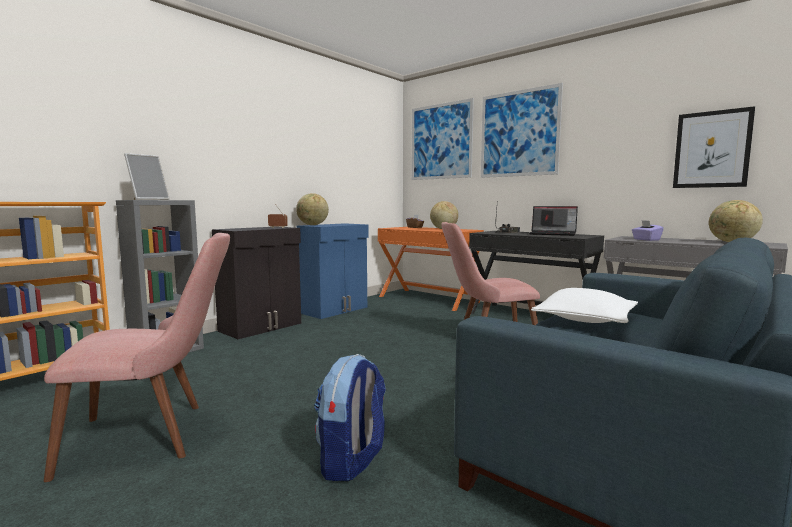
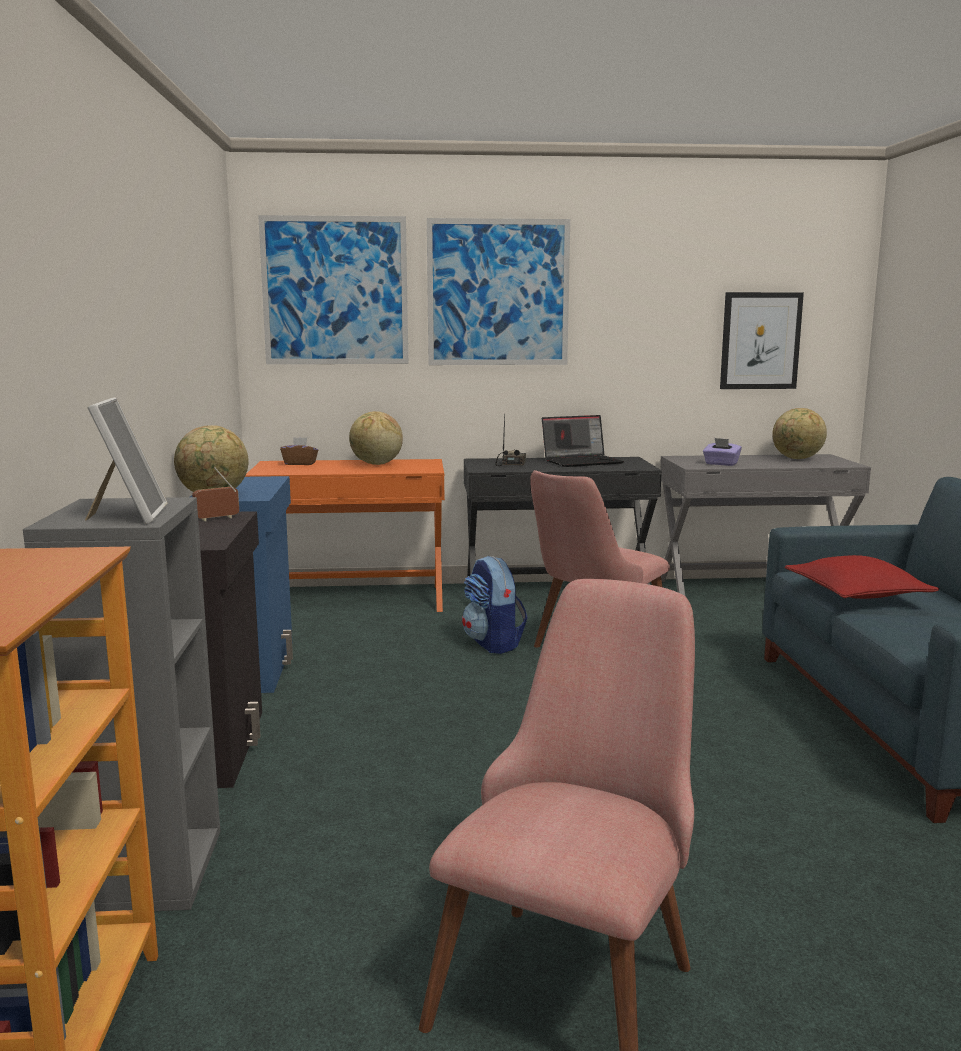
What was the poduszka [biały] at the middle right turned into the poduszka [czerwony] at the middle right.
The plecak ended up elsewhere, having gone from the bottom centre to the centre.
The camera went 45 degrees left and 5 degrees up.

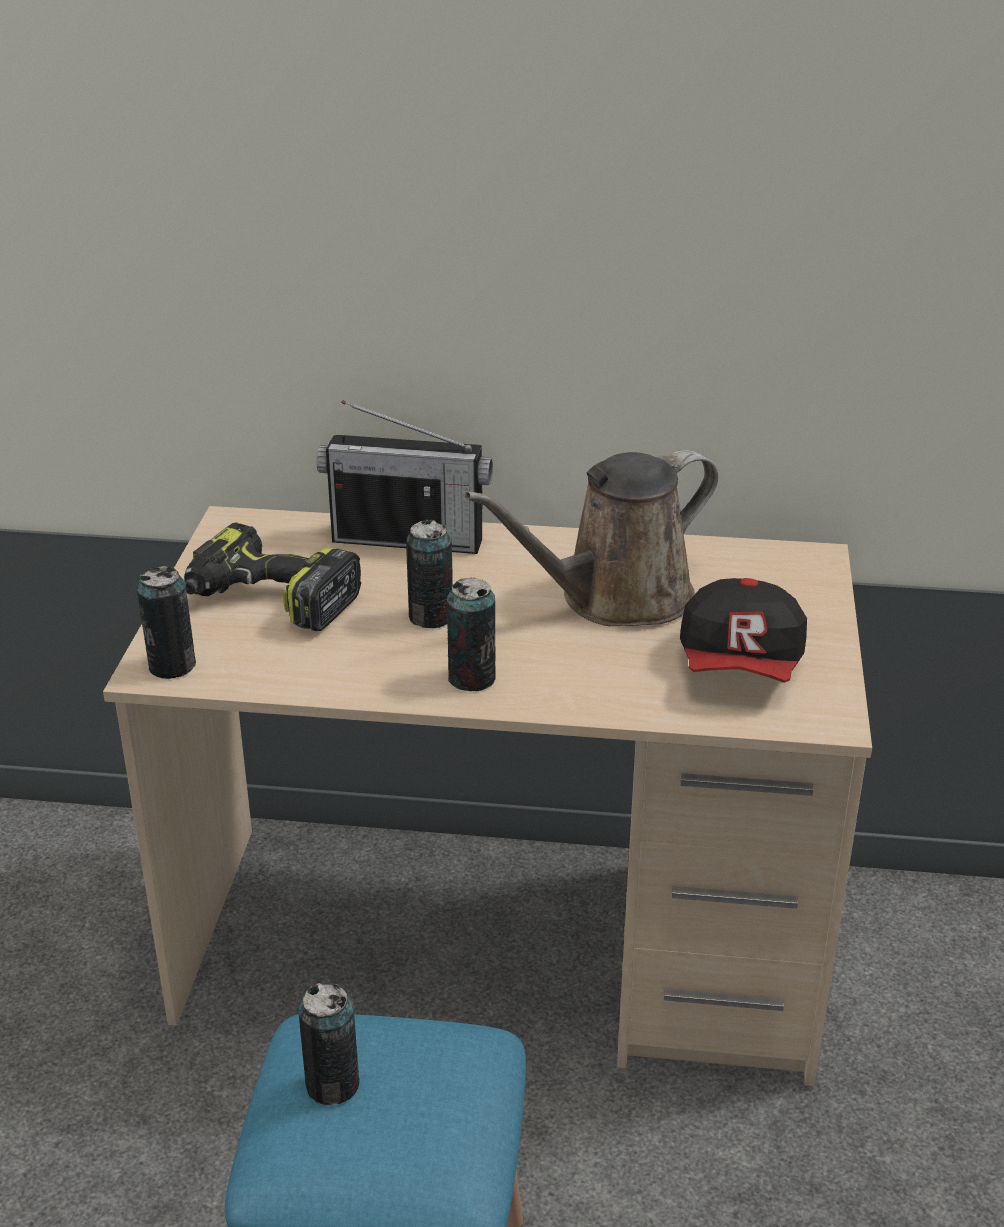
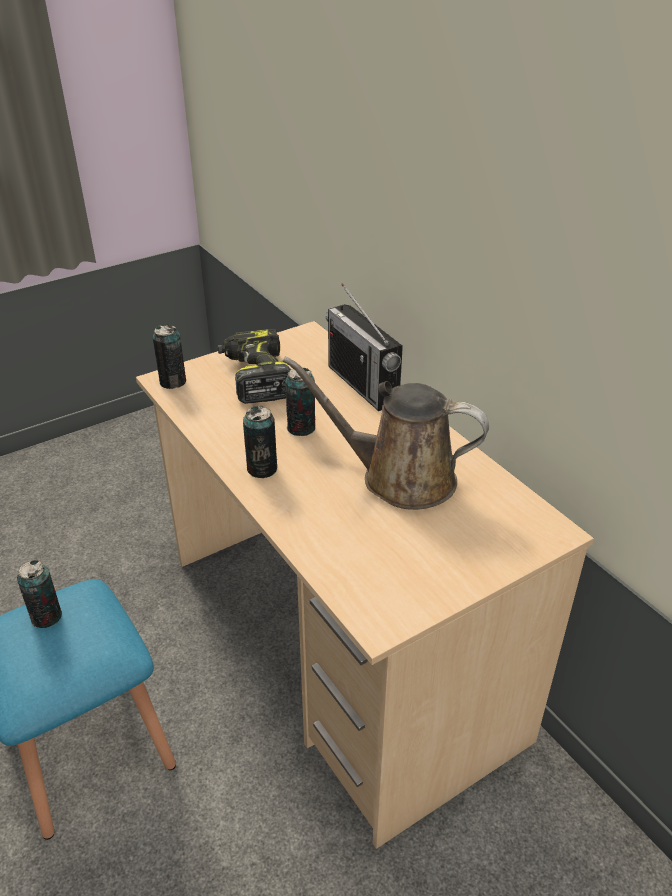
The second view lost the czapka z daszkiem at the middle right.
The camera went 50 degrees right and 5 degrees up.

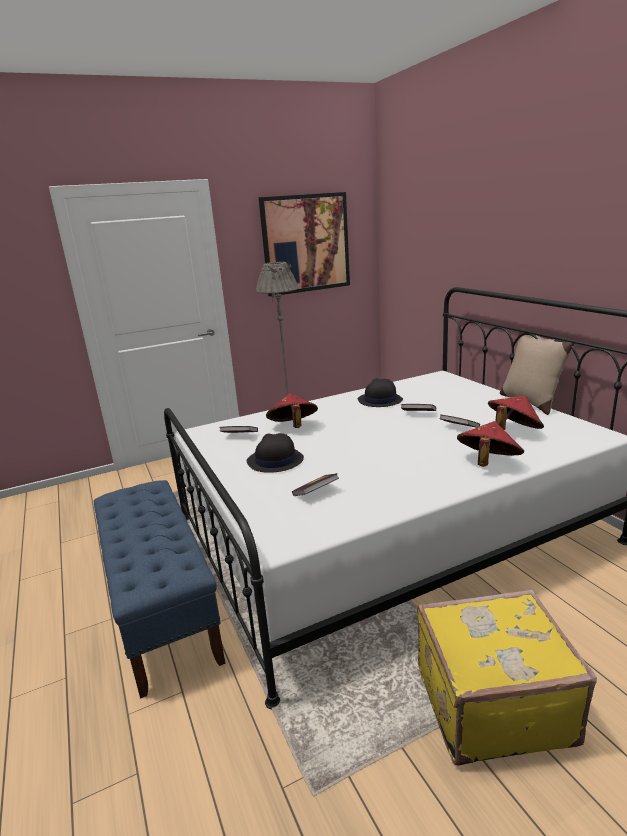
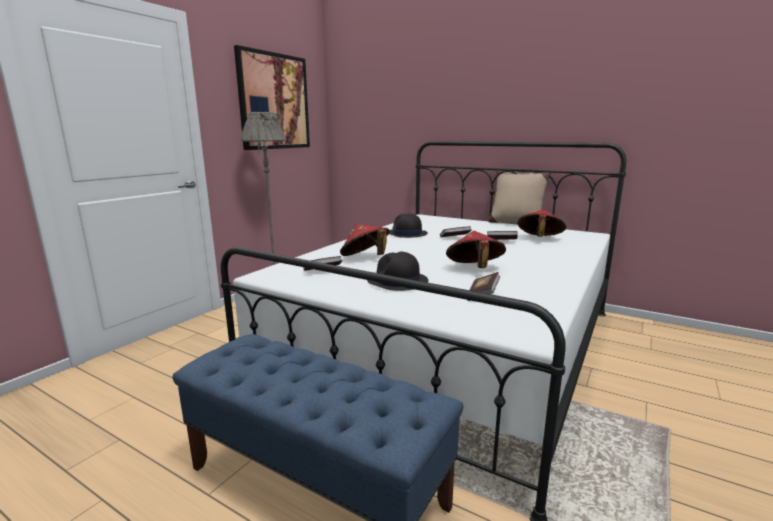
The kapelusz [czerwony] (2nd from left) ended up elsewhere, having gone from the middle right to the centre.
The second view lost the walizka [żółty] at the bottom right.
The camera went 35 degrees left and 5 degrees down.

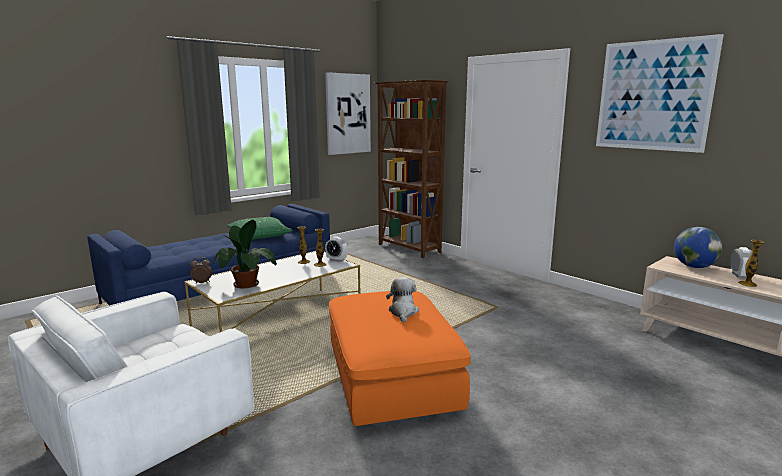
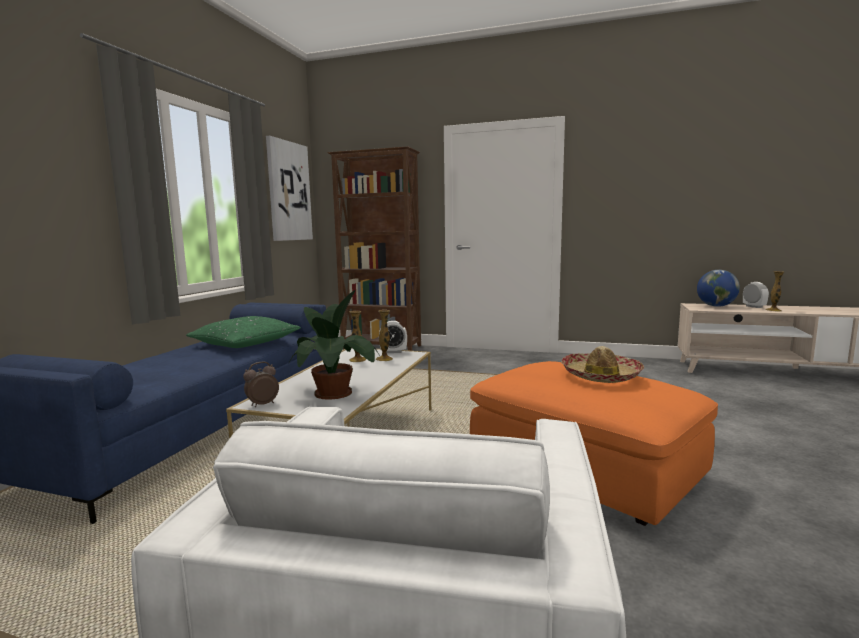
The second view lost the obraz (2nd from left) at the top right.
Where the pluszak stood at the centre, the kapelusz came to stand at the middle right.
The camera went 30 degrees left and 5 degrees down.

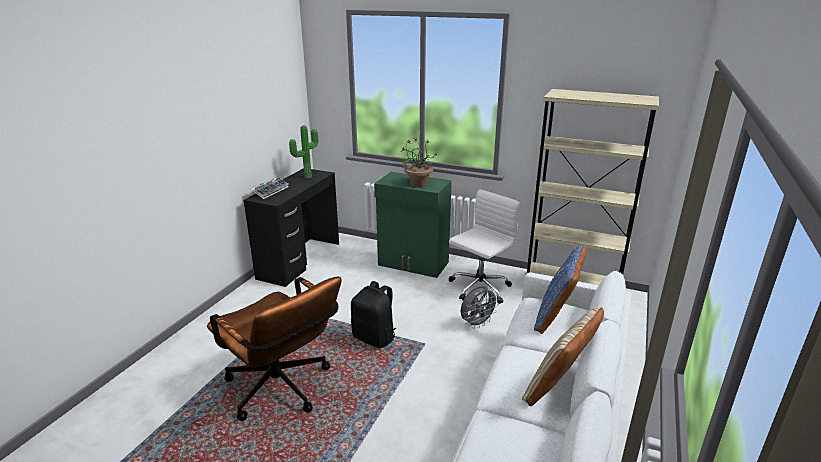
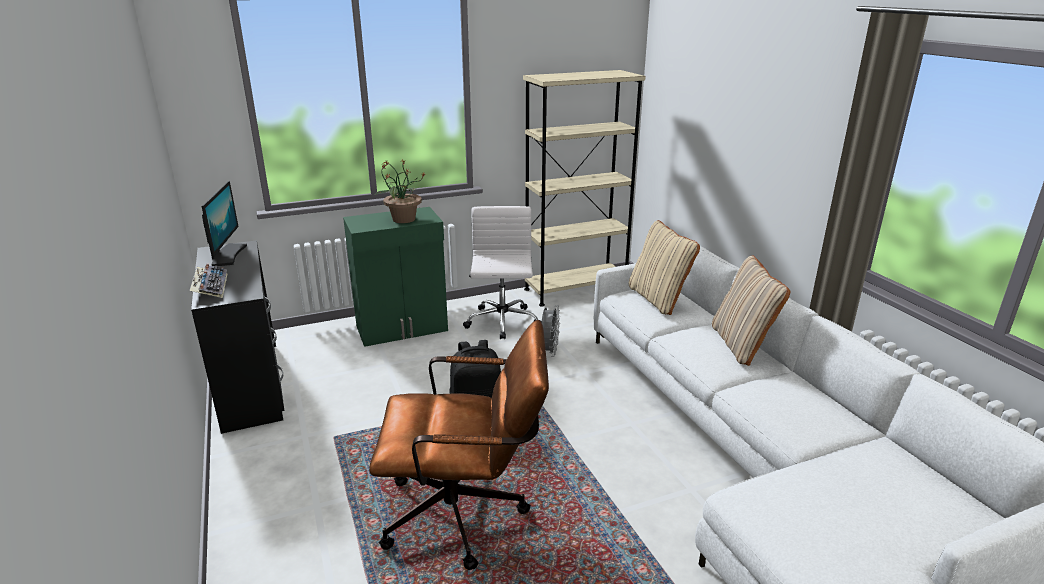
Where the roślina doniczkowa (1st from left) stood at the top centre, the monitor came to stand at the middle left.
What was the poduszka [niebieski] at the middle right turned into the poduszka [beżowy] (1st from left) at the centre.
The camera went 45 degrees left and 0 degrees up.

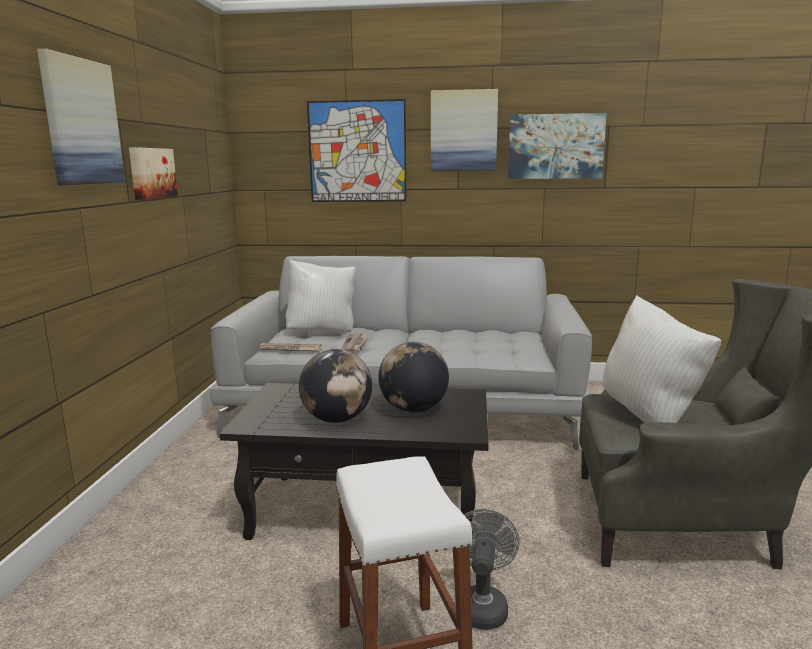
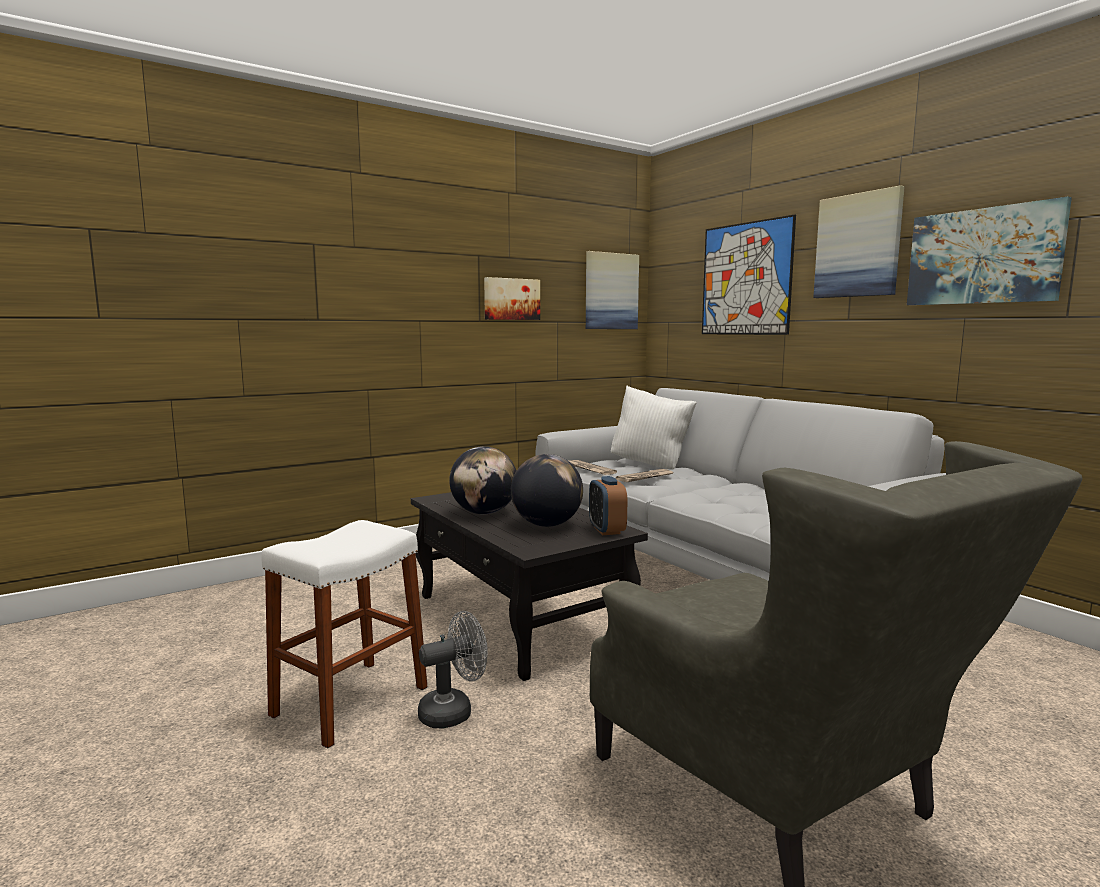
The obraz (1st from left in the first image) ended up elsewhere, having gone from the top left to the top centre.
The second view lost the poduszka [biały] (2nd from left) at the middle right.
The second view gained the budzik at the centre.
The camera went 50 degrees right and 5 degrees down.

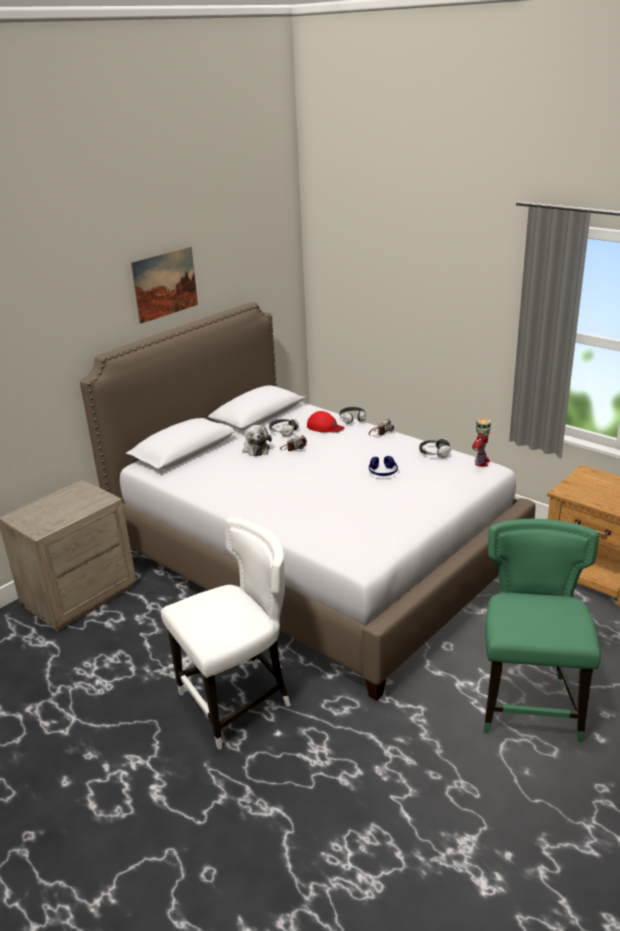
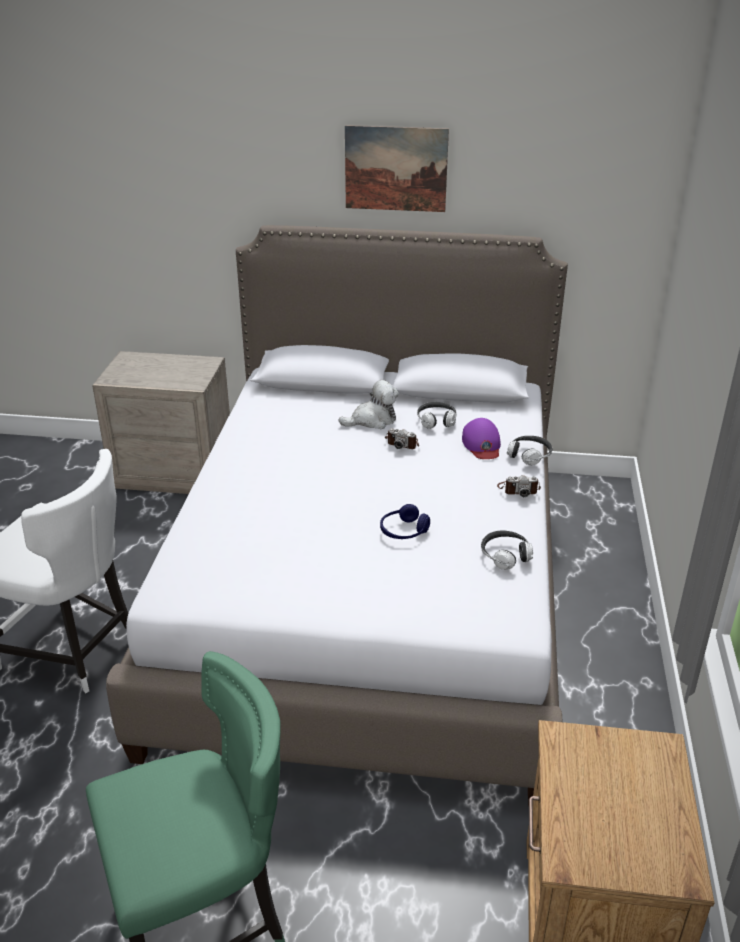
What was the czapka z daszkiem [czerwony] at the centre turned into the czapka z daszkiem [fioletowy] at the centre.
The second view lost the robot zabawkowy at the middle right.
The pluszak at the centre ended up facing another way, 150 degrees counterclockwise from before.
The camera went 55 degrees right and 5 degrees up.

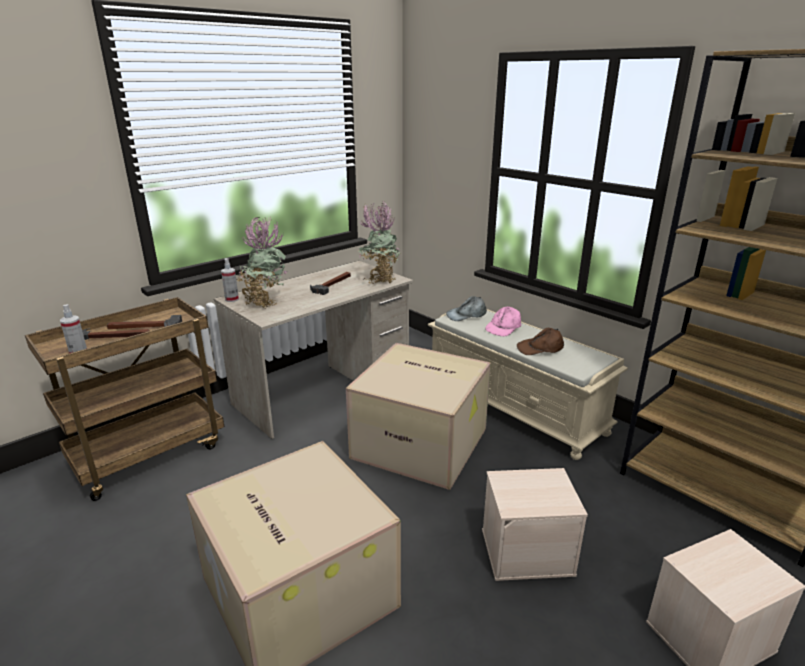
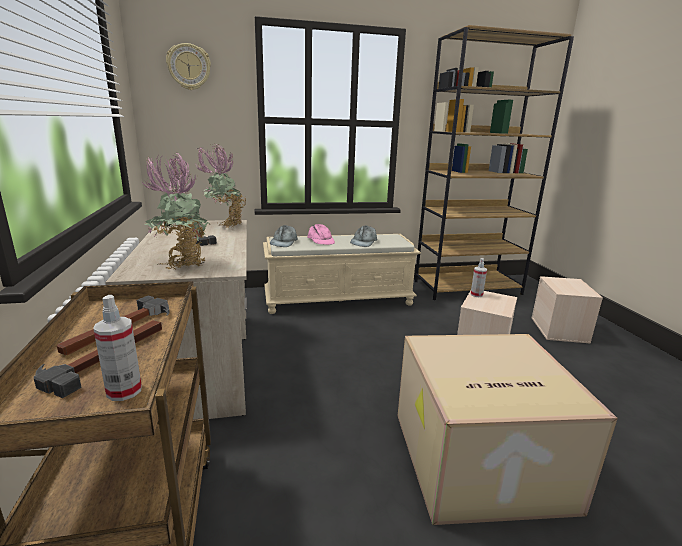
The spryskiwacz (2nd from left) ended up elsewhere, having gone from the middle left to the middle right.
What was the czapka z daszkiem [brązowy] at the middle right turned into the czapka z daszkiem [szary] (2nd from left) at the centre.
The second view lost the karton (2nd from left) at the centre.
The second view gained the zegar ścienny at the top left.
The camera went 60 degrees left and 5 degrees down.

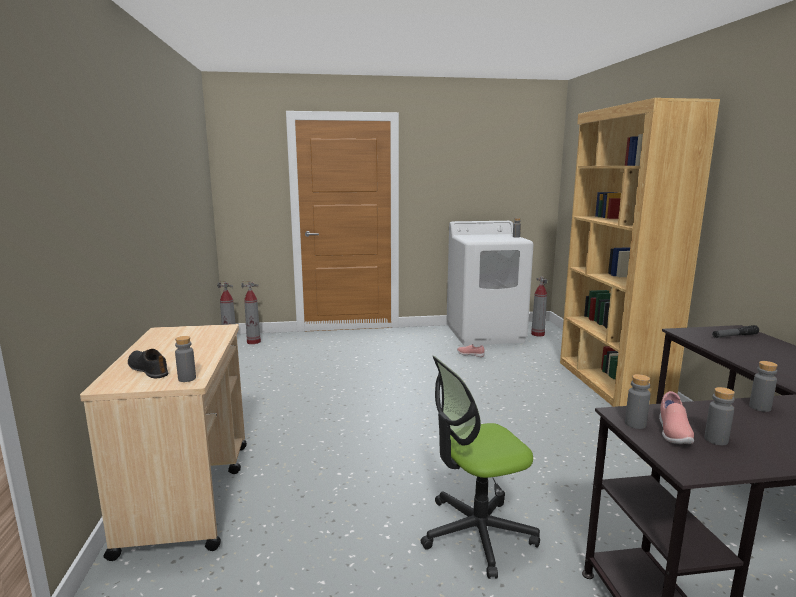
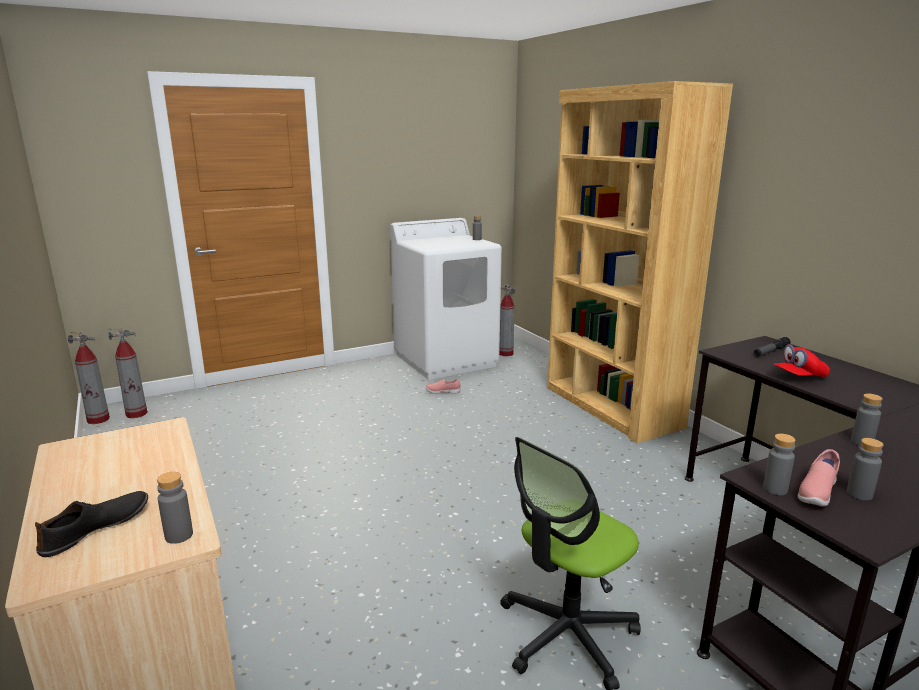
The but [czarny] at the middle left ended up facing another way, 105 degrees clockwise from before.
The but [różowy] (2nd from left) at the bottom right ended up facing another way, 45 degrees clockwise from before.
The second view gained the czapka z daszkiem [czerwony] at the middle right.
The camera went 20 degrees left and 5 degrees up.

